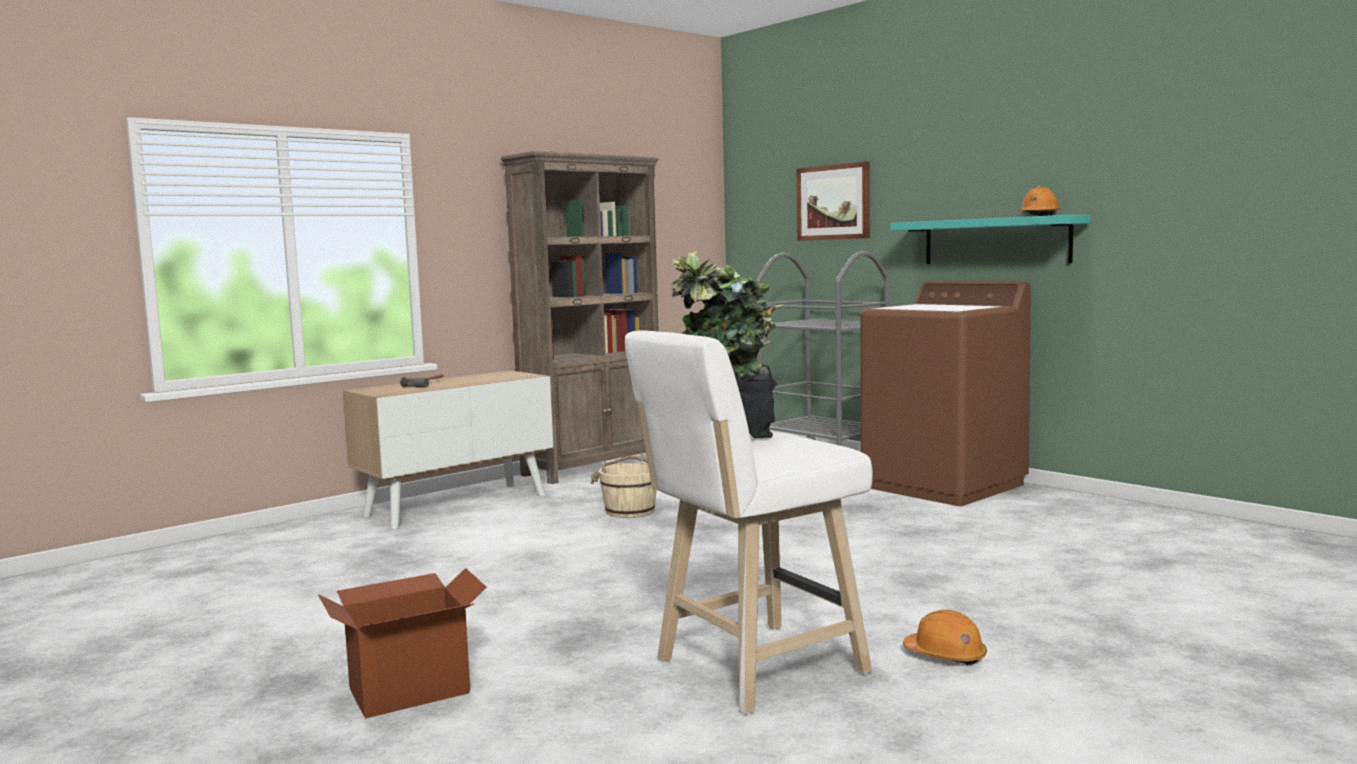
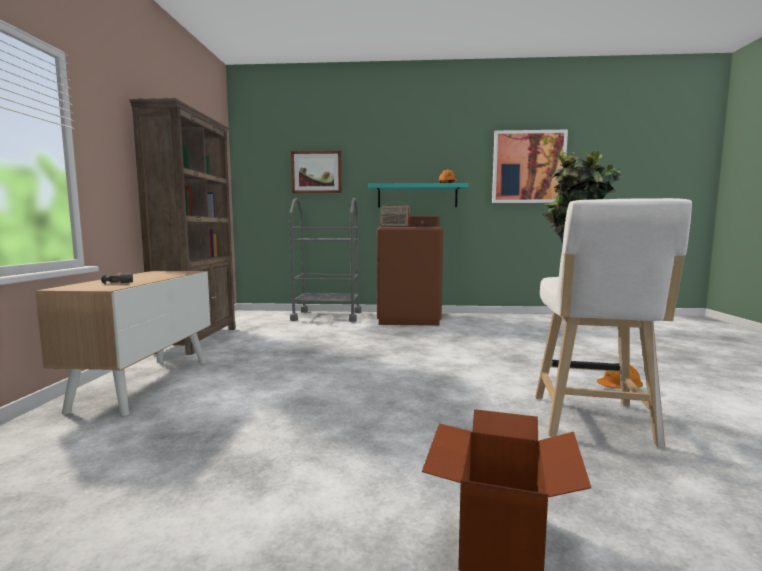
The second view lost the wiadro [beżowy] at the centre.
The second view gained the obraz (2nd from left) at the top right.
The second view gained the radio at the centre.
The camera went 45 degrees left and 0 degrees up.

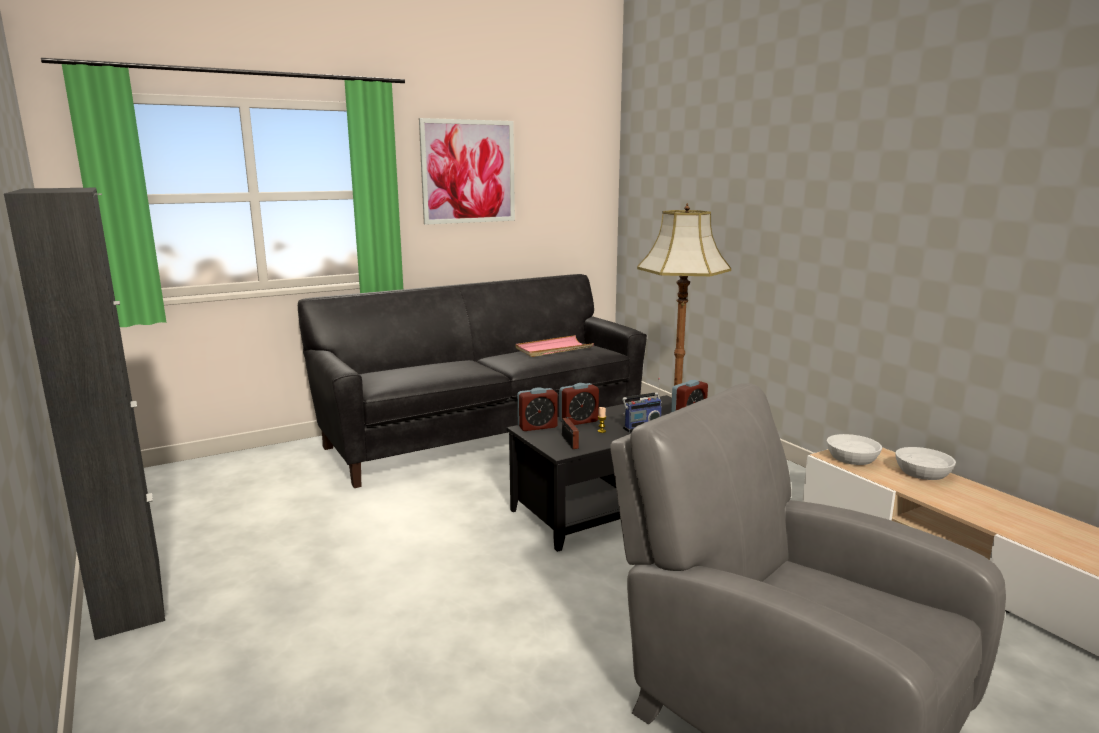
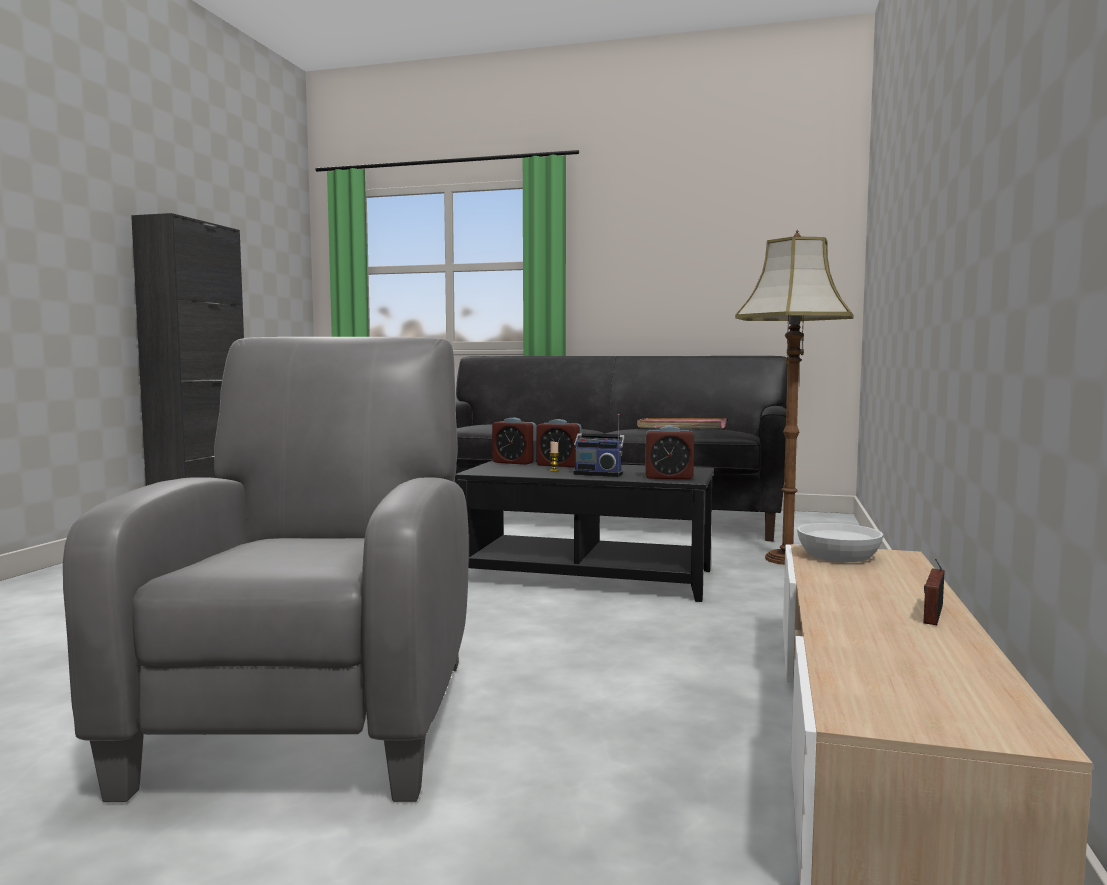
The second view lost the obraz at the top centre.
The radio (1st from left in the first image) ended up elsewhere, having gone from the centre to the bottom right.
The second view lost the miska [biały] (2nd from left) at the middle right.
The camera went 45 degrees right and 10 degrees down.

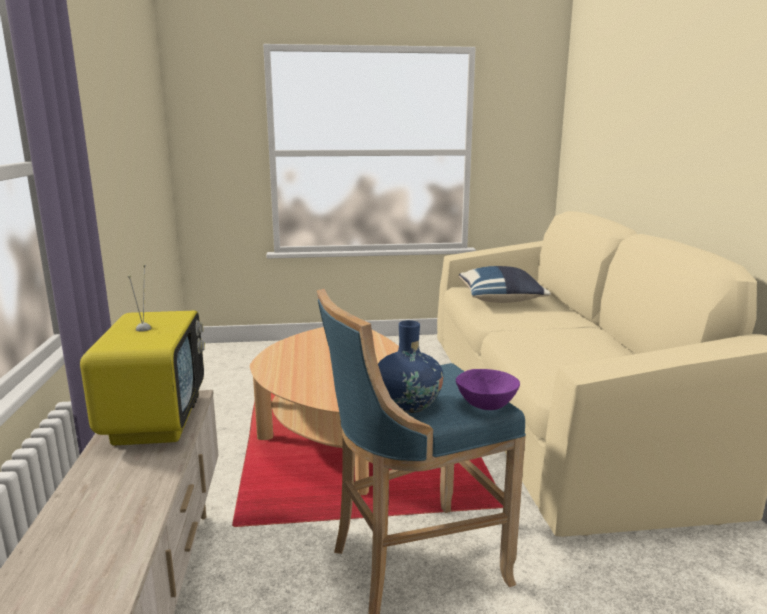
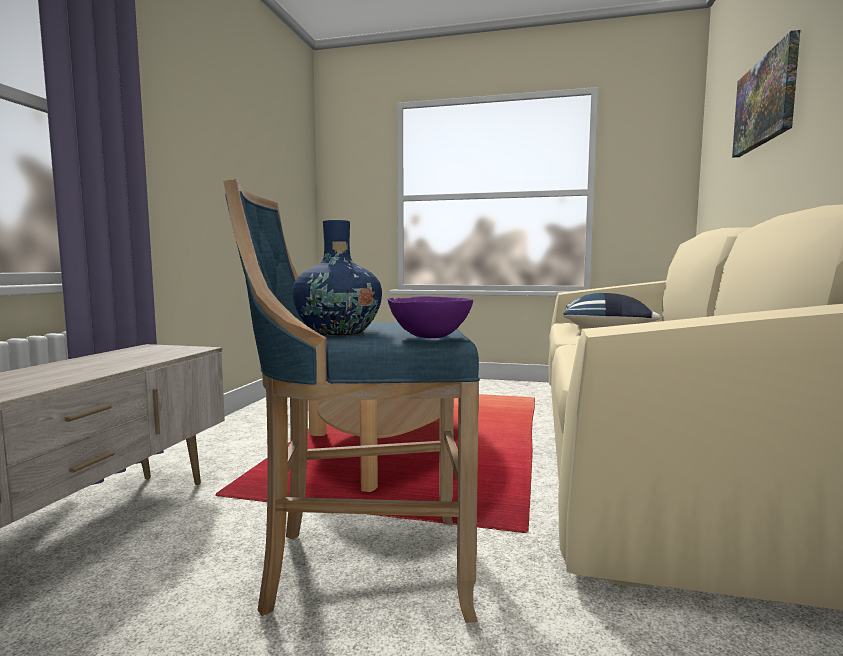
The second view lost the telewizor at the middle left.
The second view gained the obraz at the top right.
The camera went 20 degrees right and 10 degrees down.

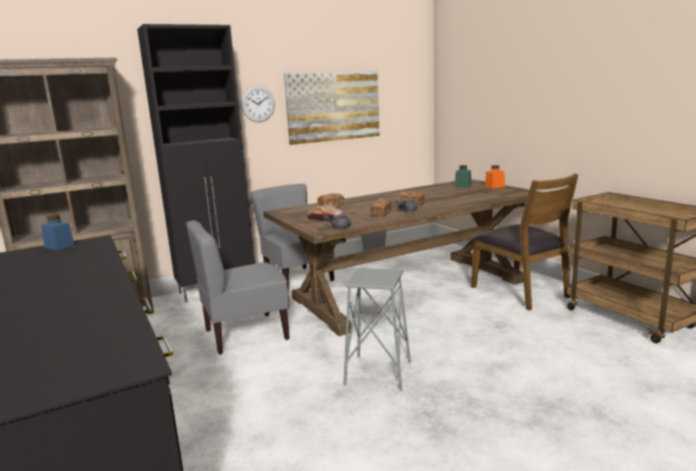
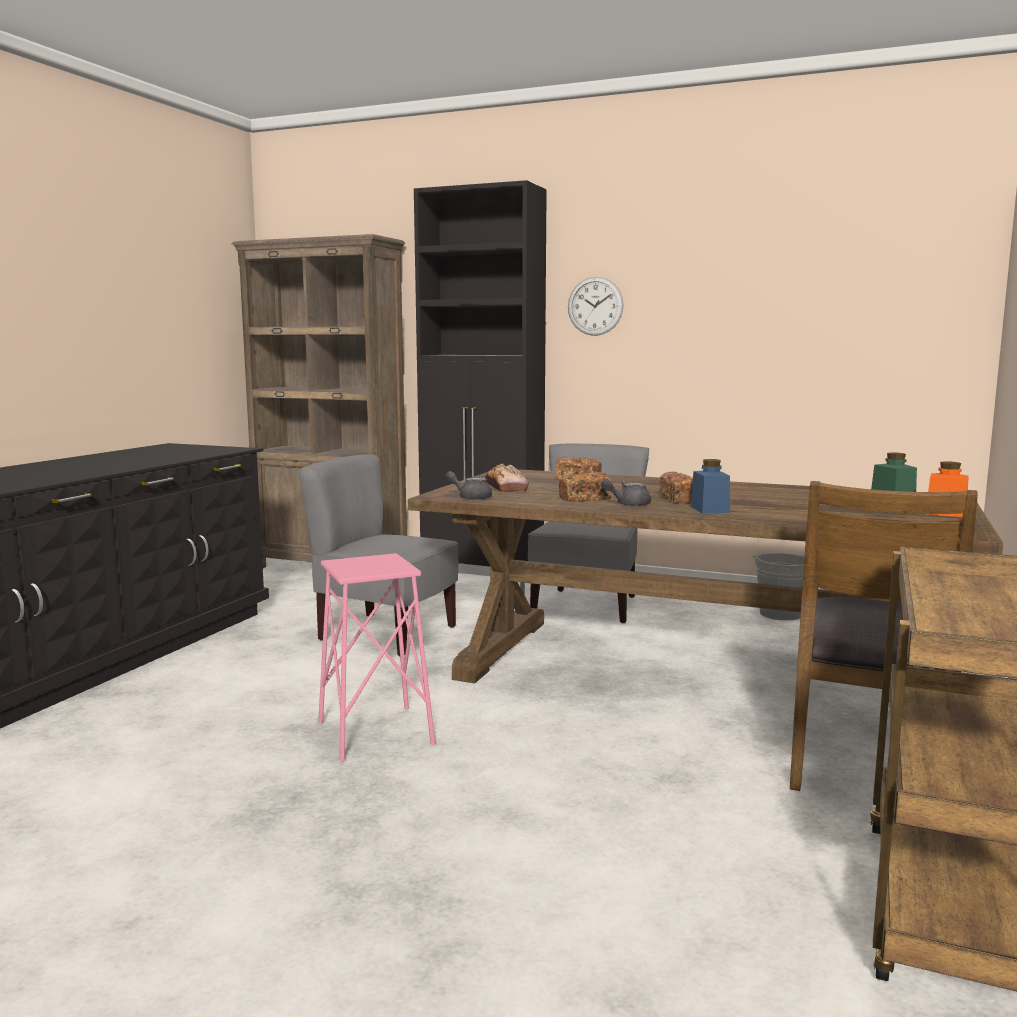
The second view lost the obraz at the top centre.
The słoik [niebieski] ended up elsewhere, having gone from the middle left to the middle right.
What was the stołek [szary] at the bottom centre turned into the stołek [różowy] at the centre.
The camera went 50 degrees right and 5 degrees down.

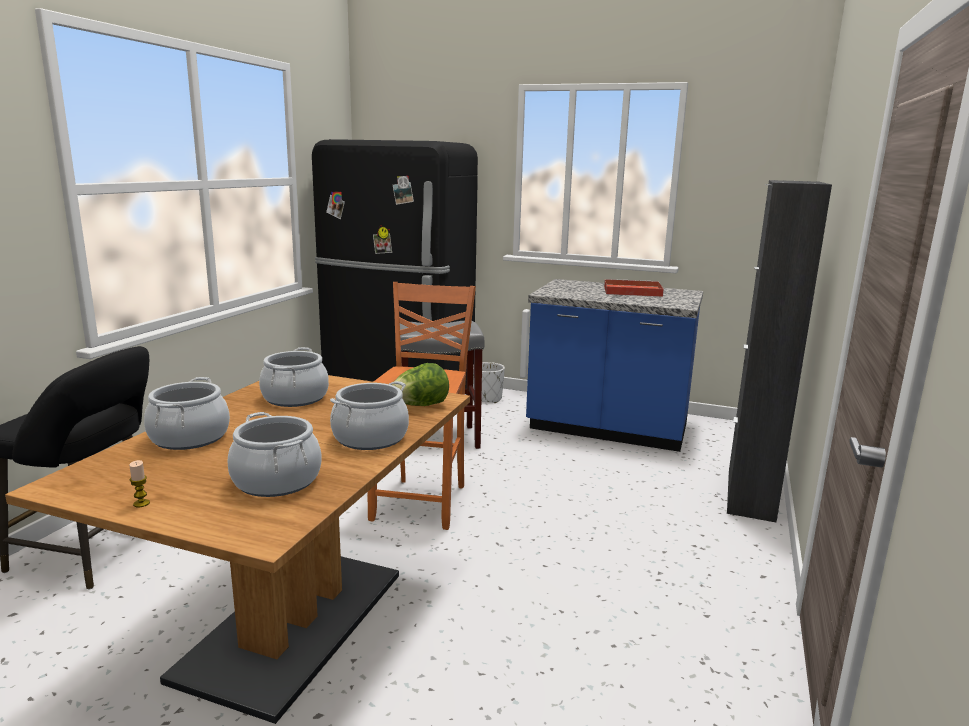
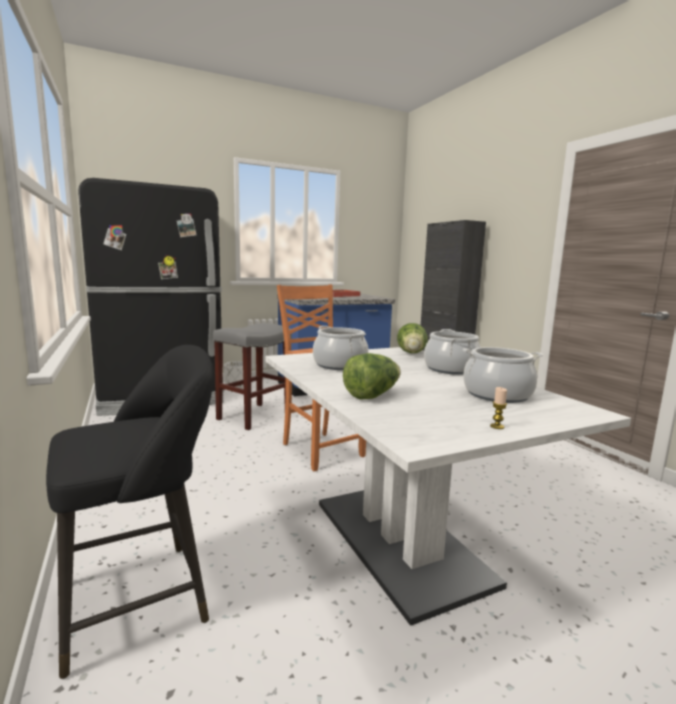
What was the stół jadalny [brązowy] at the bottom left turned into the stół jadalny [biały] at the bottom centre.
Where the garnek (1st from left) stood at the middle left, the sałata (1st from left) came to stand at the centre.
The camera went 45 degrees left and 5 degrees down.

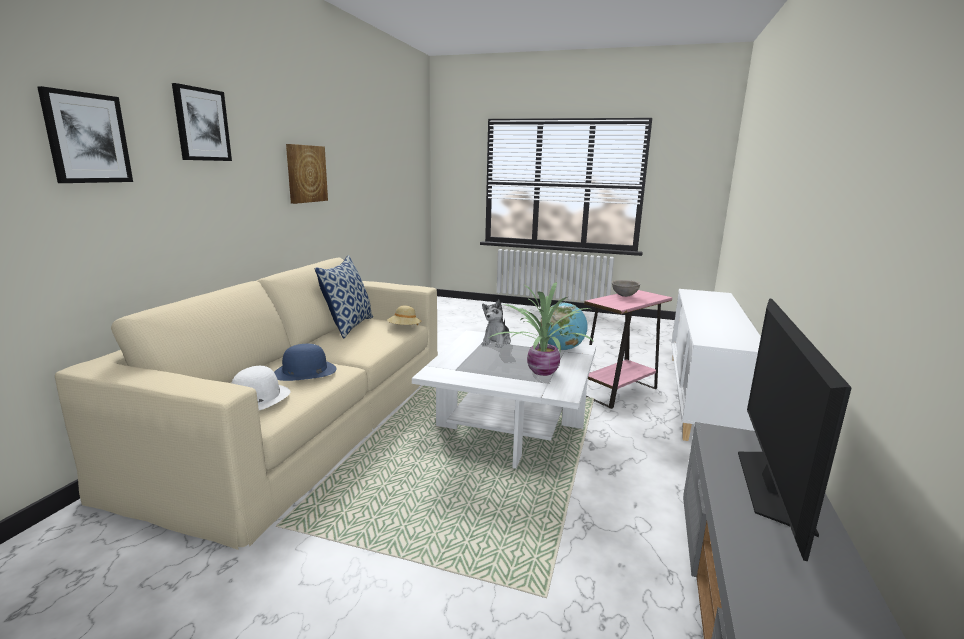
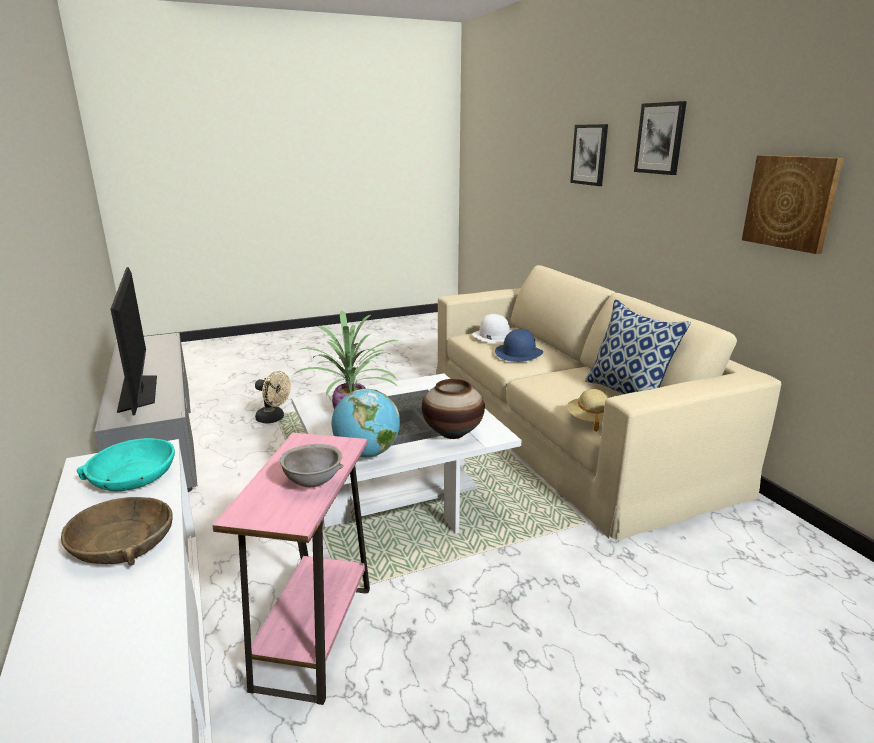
Where the pluszak stood at the centre, the wazon came to stand at the centre.
The second view gained the wentylator [beżowy] at the middle left.
The second view gained the miska [turkusowy] at the middle left.
The second view gained the miska [brązowy] at the bottom left.
The camera went 140 degrees right and 5 degrees up.

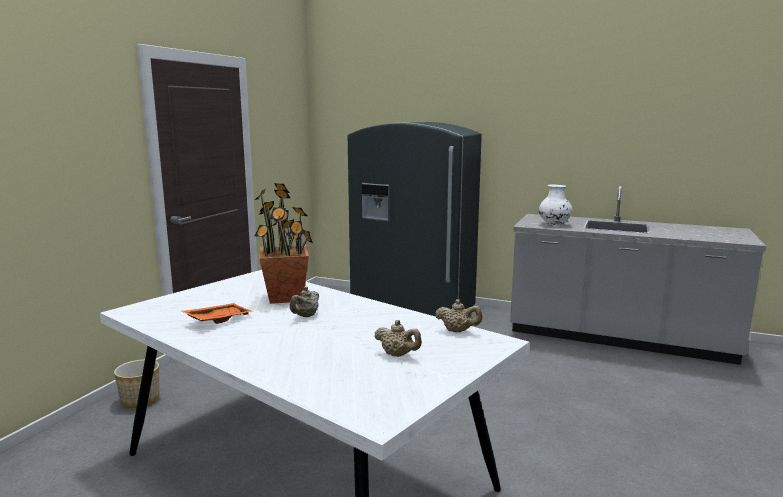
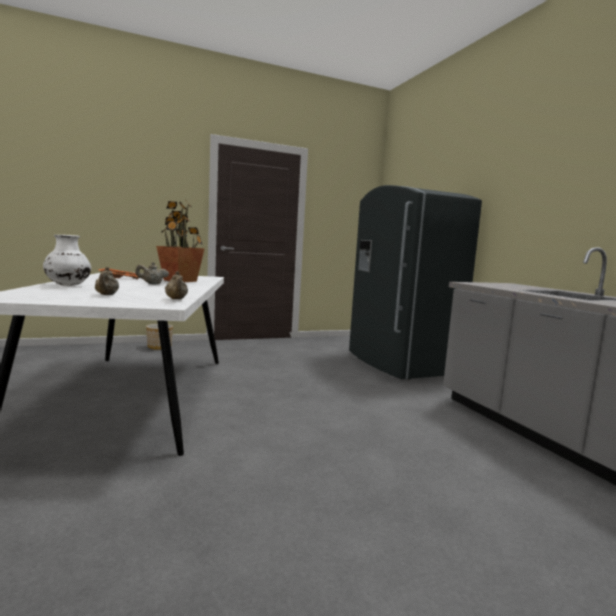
The wazon [biały] ended up elsewhere, having gone from the middle right to the middle left.
The camera went 45 degrees right and 5 degrees down.

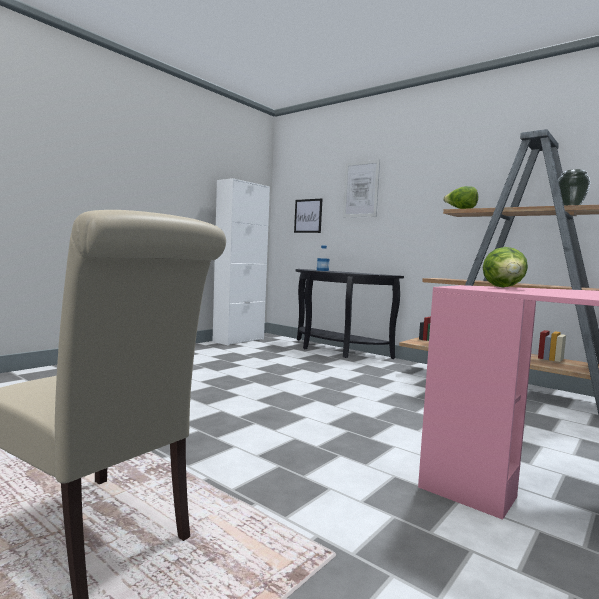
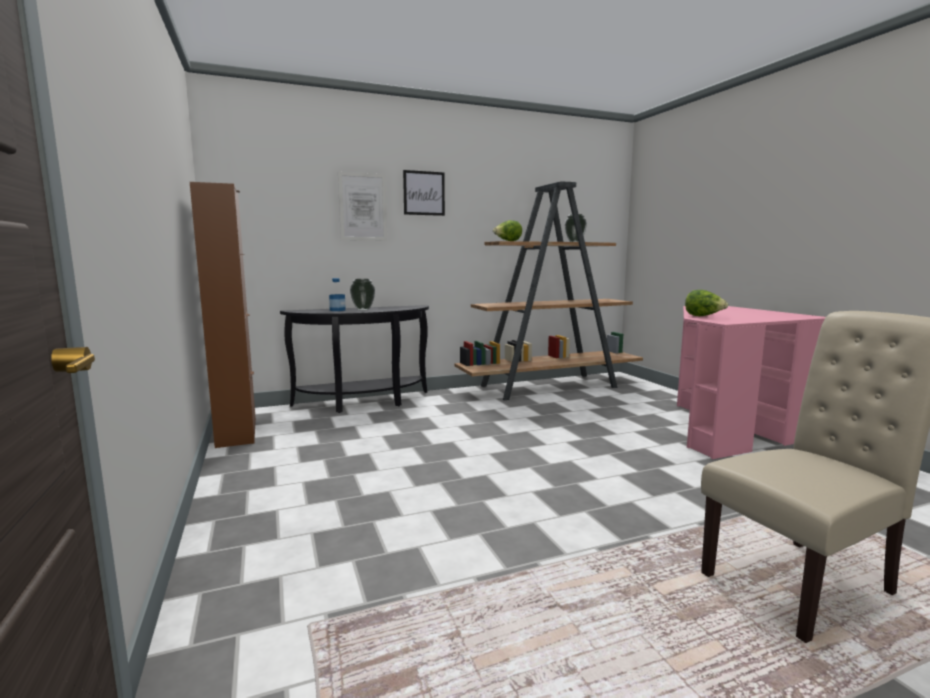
What was the szafka [biały] at the centre turned into the szafka [brązowy] at the middle left.
The obraz (1st from left in the first image) ended up elsewhere, having gone from the centre to the top centre.
The second view gained the wazon (1st from left) at the centre.
The camera went 60 degrees left and 5 degrees up.

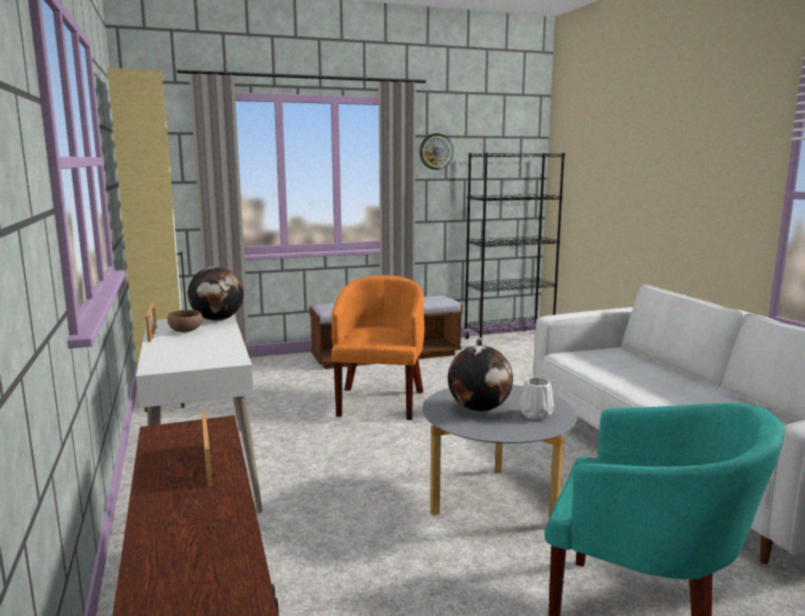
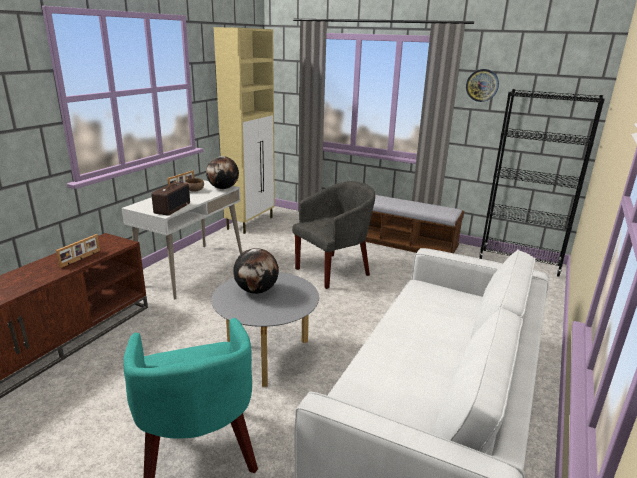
What was the fotel [pomarańczowy] at the centre turned into the fotel [szary] at the centre.
The second view lost the wazon [biały] at the middle right.
The second view gained the radio at the middle left.
The camera went 45 degrees right and 10 degrees up.

